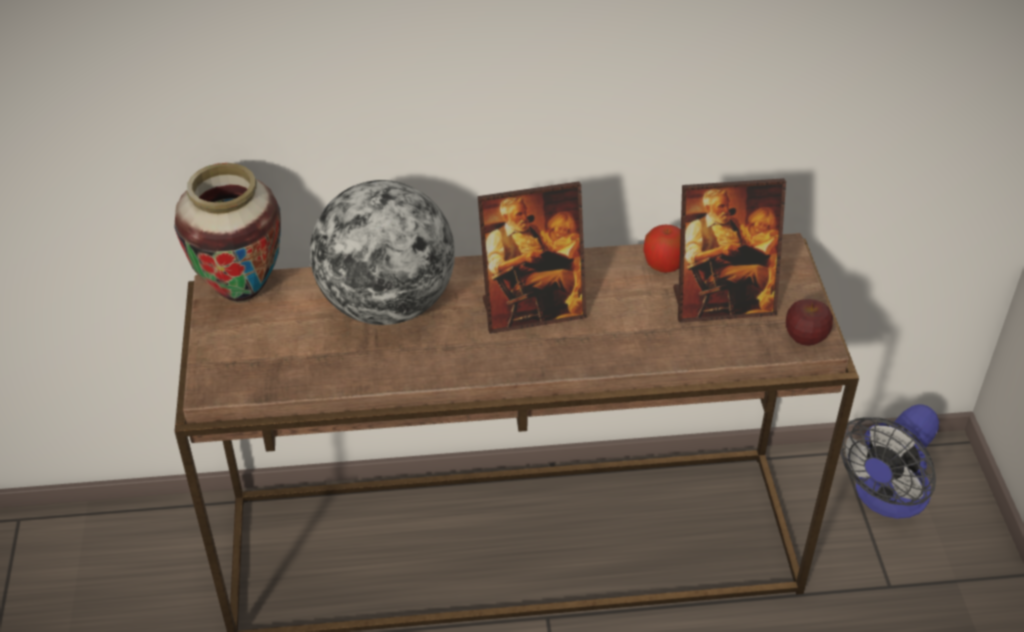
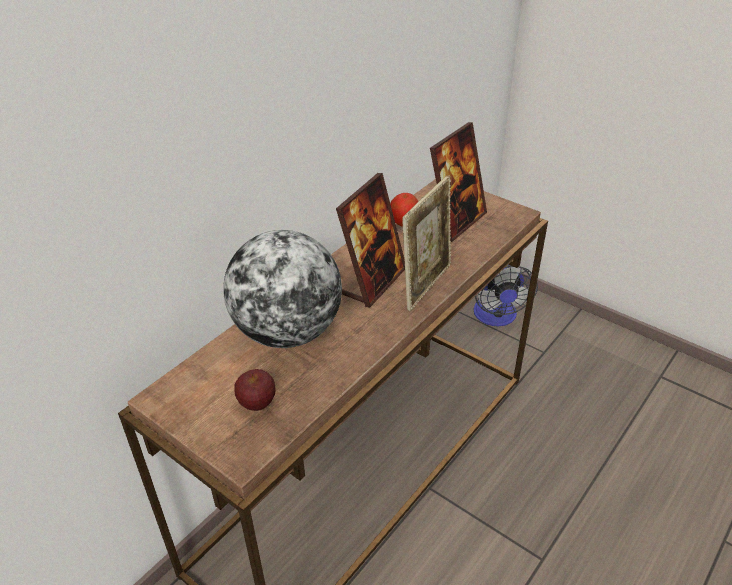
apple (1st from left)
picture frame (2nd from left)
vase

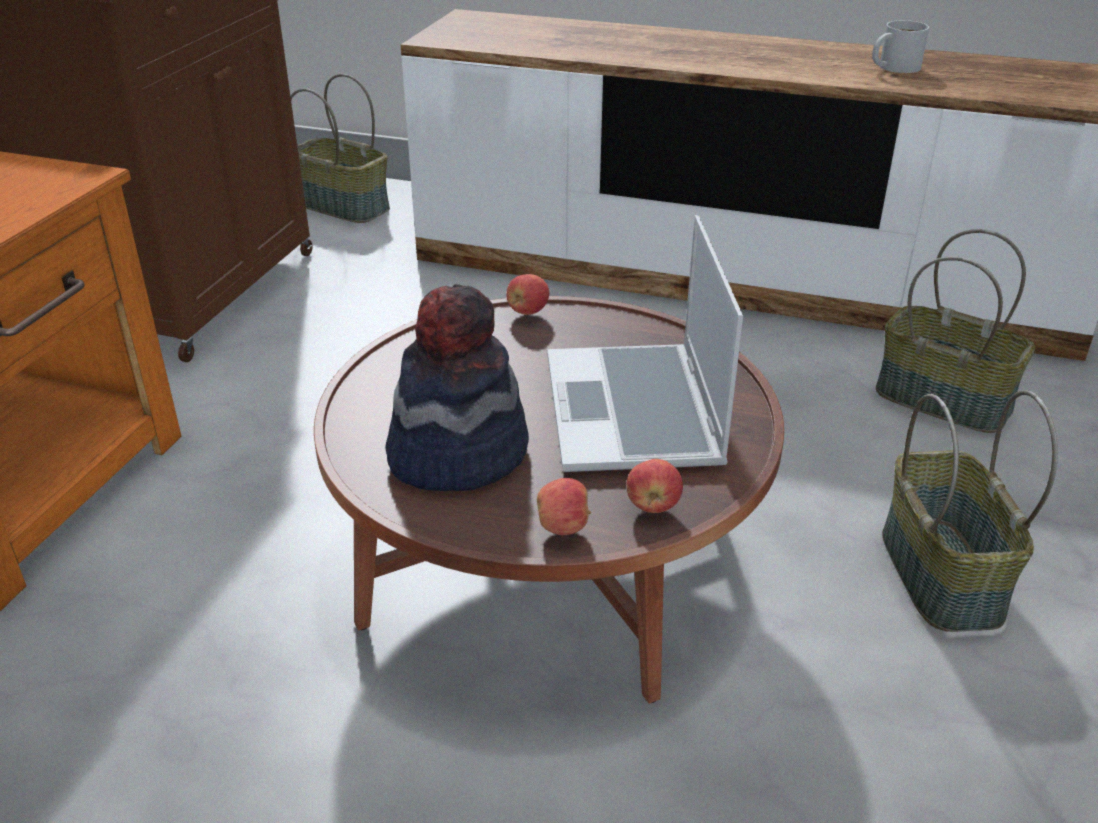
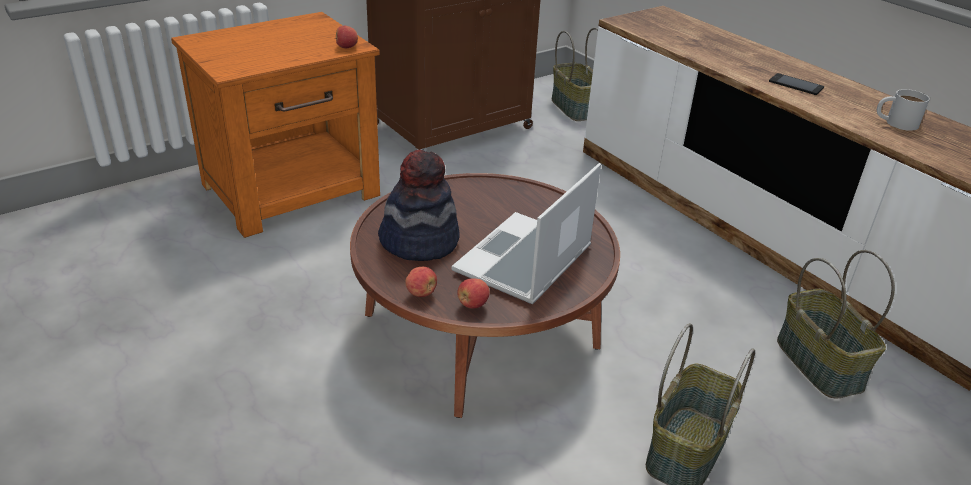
apple (1st from left)
phone

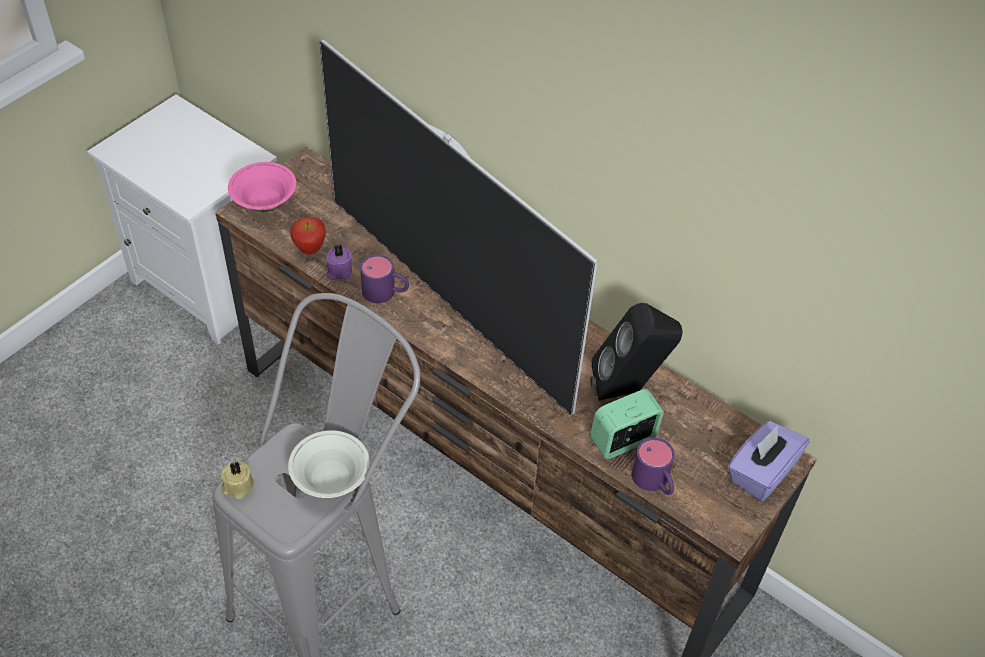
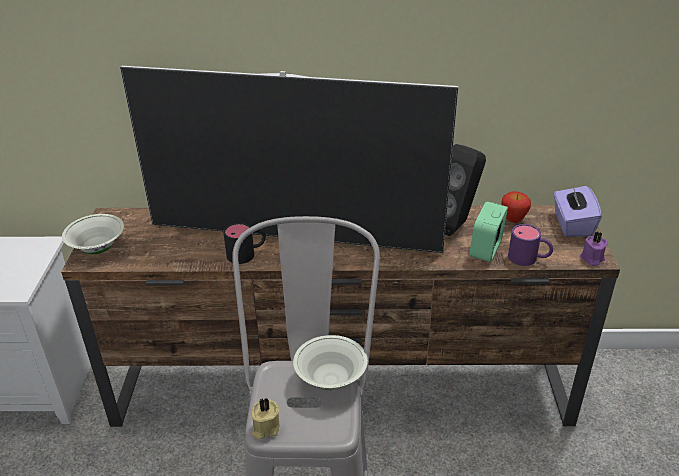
white bowl (1st from left)
black mug
apple
purple candle

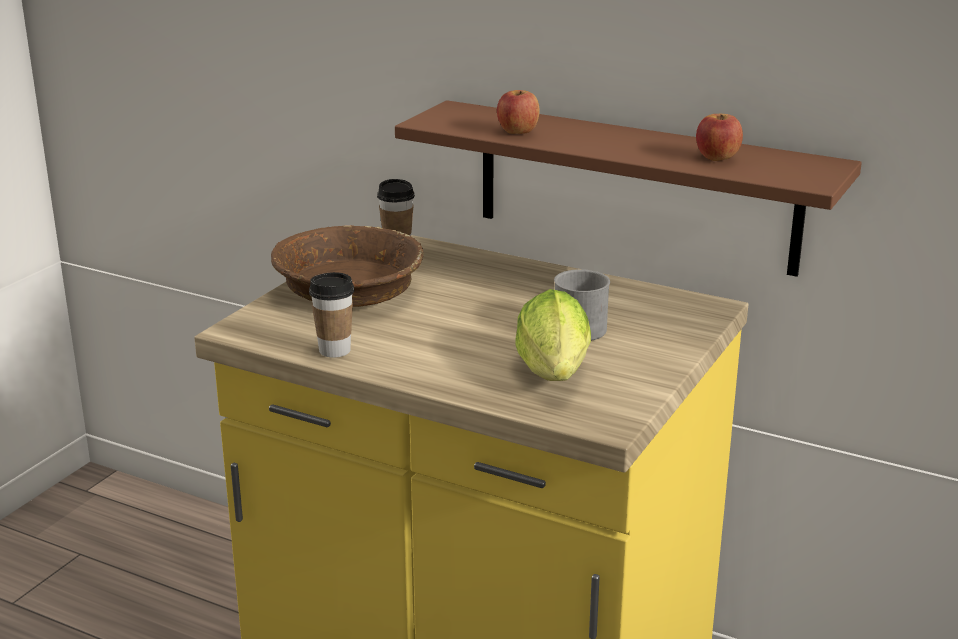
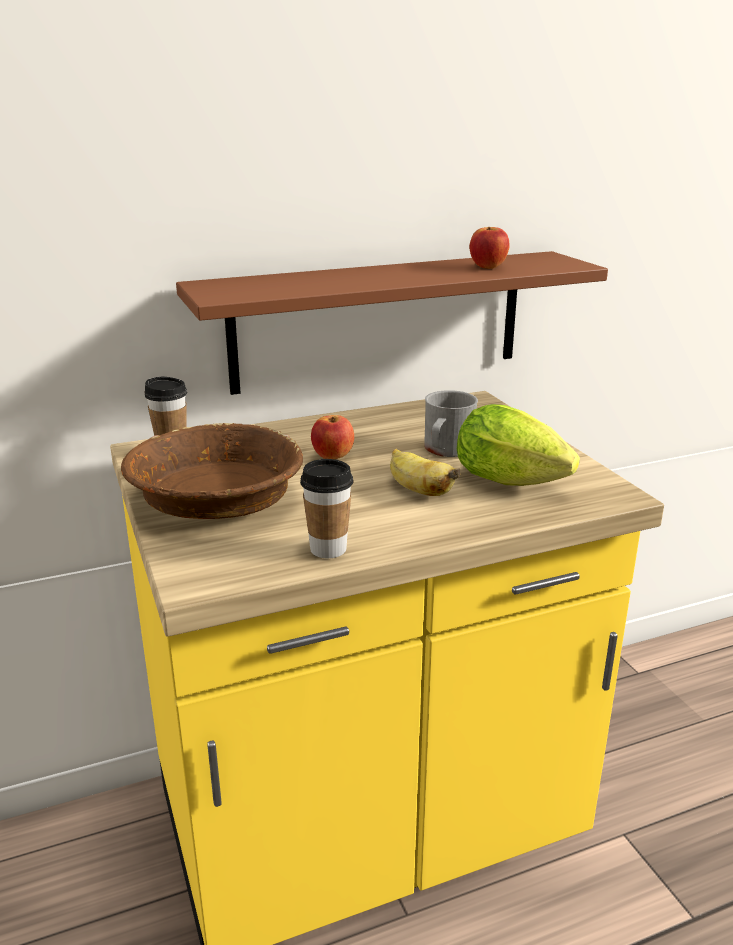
apple (1st from left)
banana

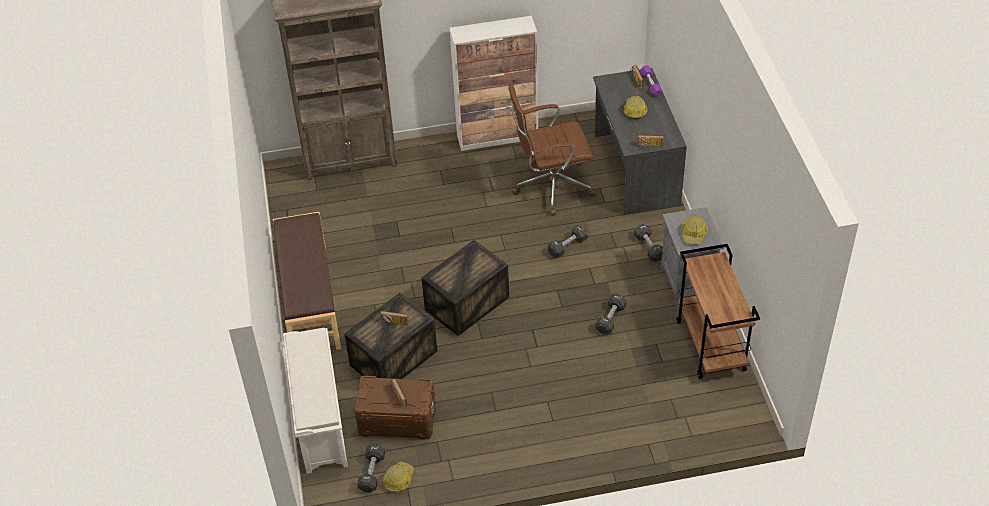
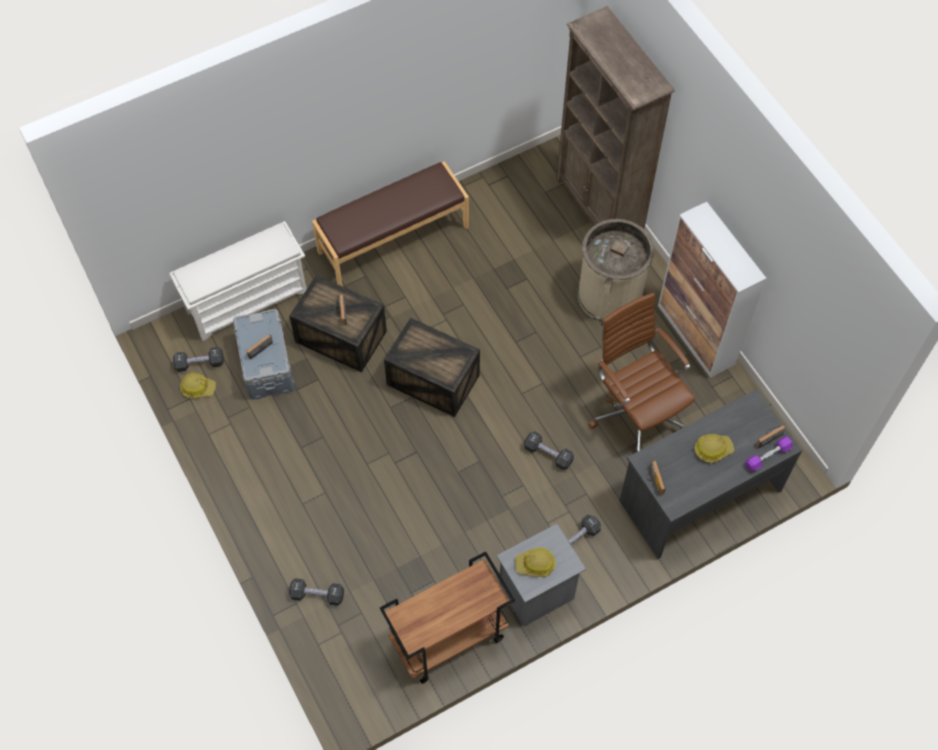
grey storage box
black dumbbell (2nd from left)
beige trash can

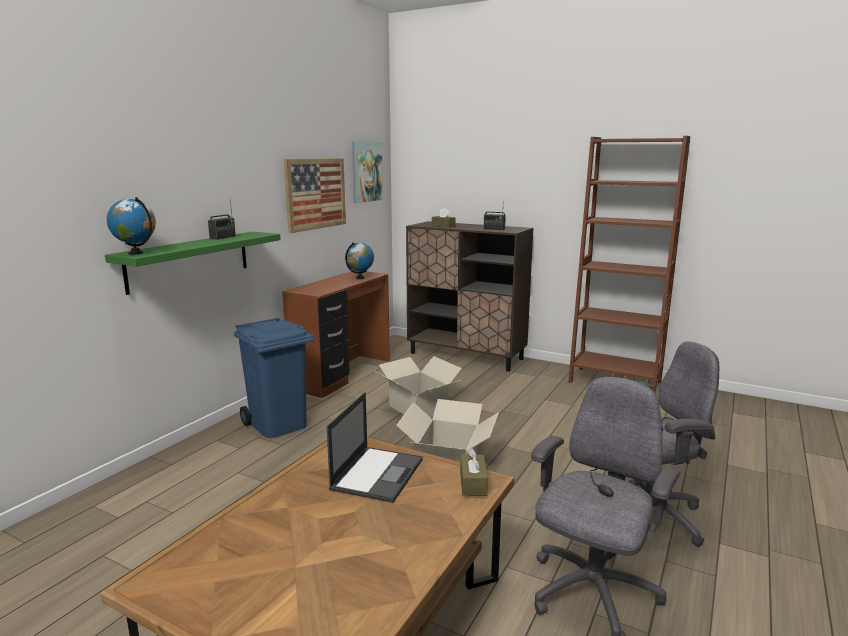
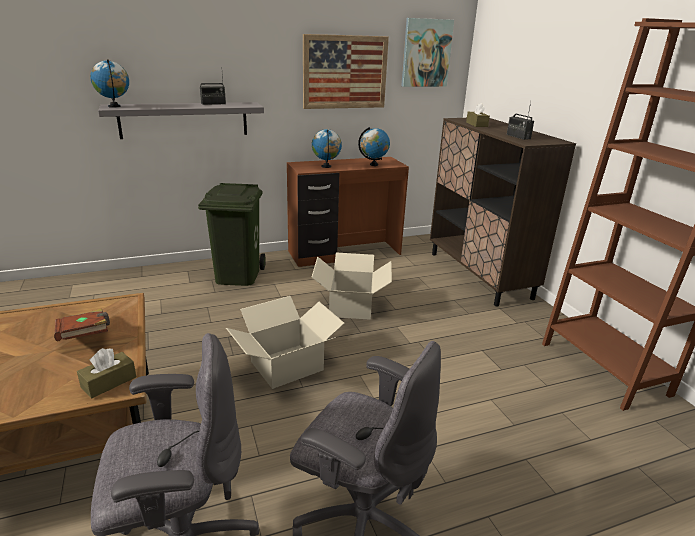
brown book
grey shelf
green trash can
globe (2nd from left)

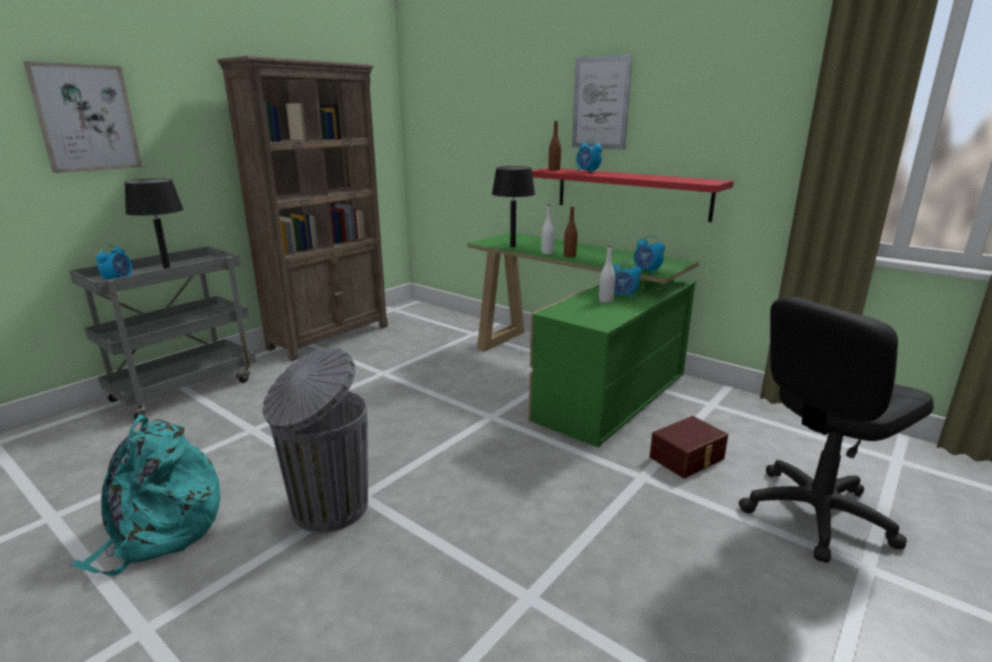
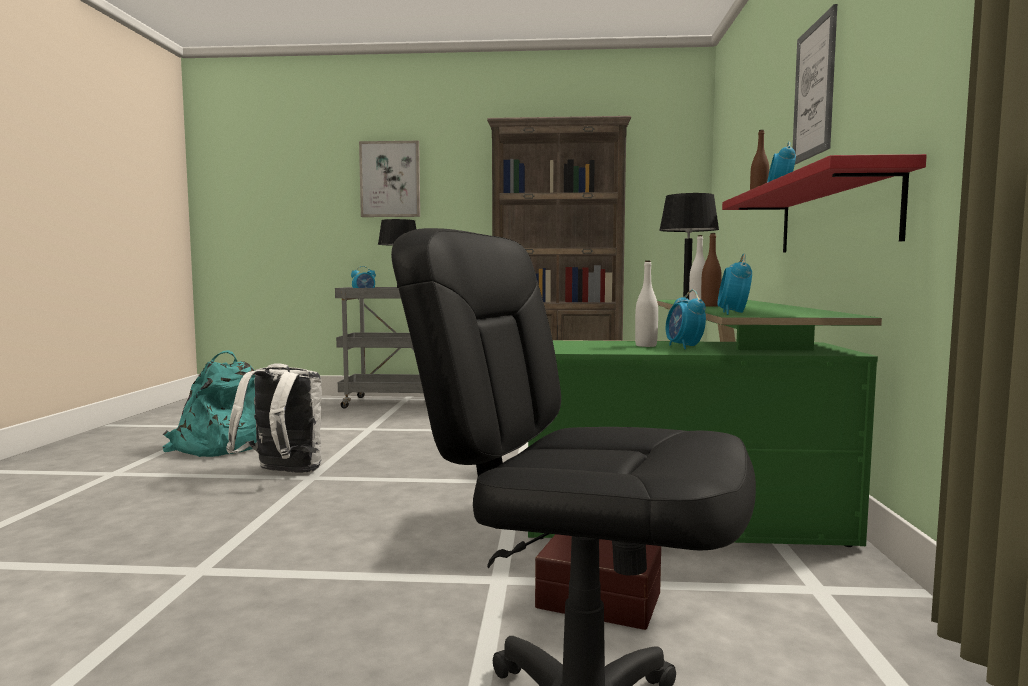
white backpack

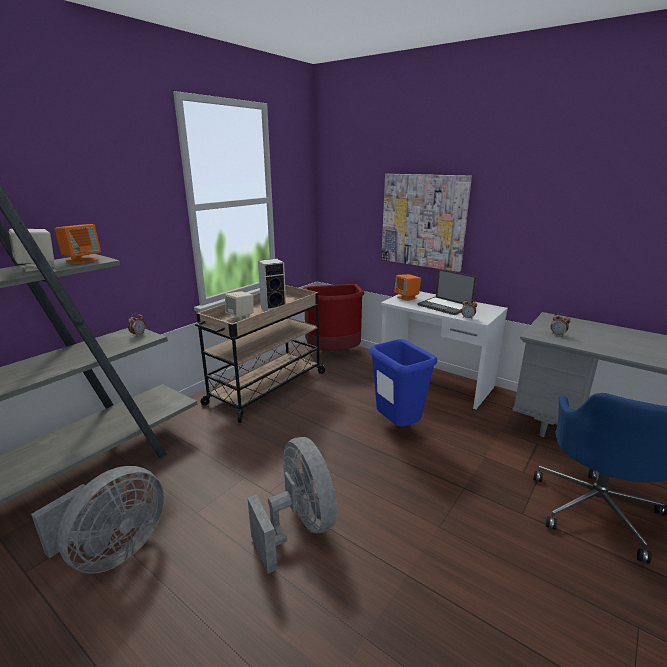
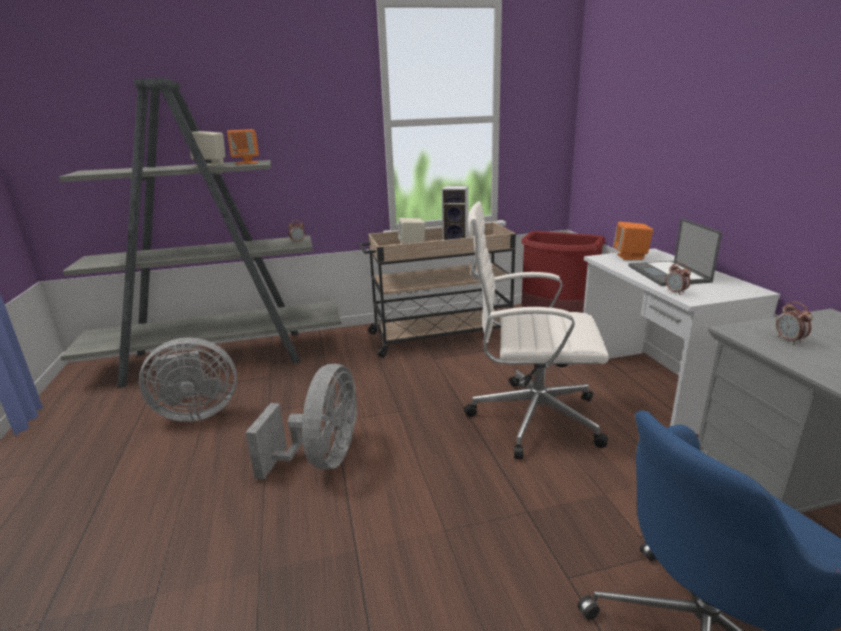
white office chair
picture

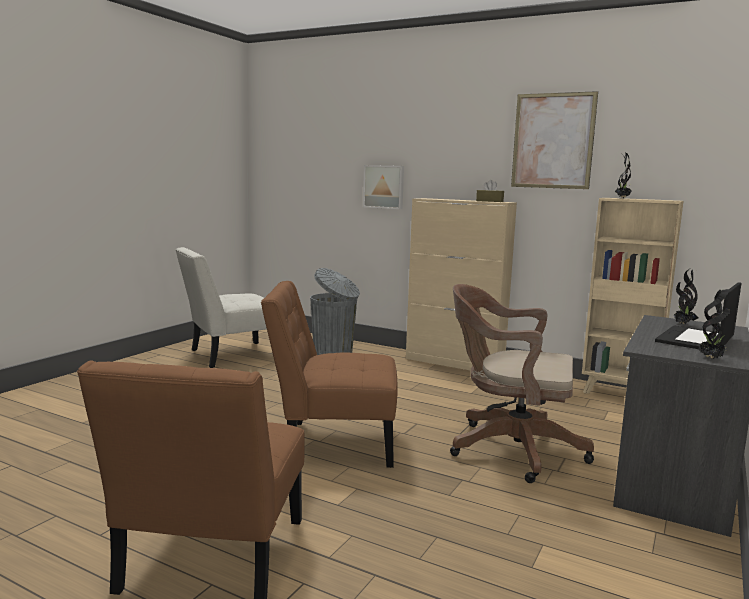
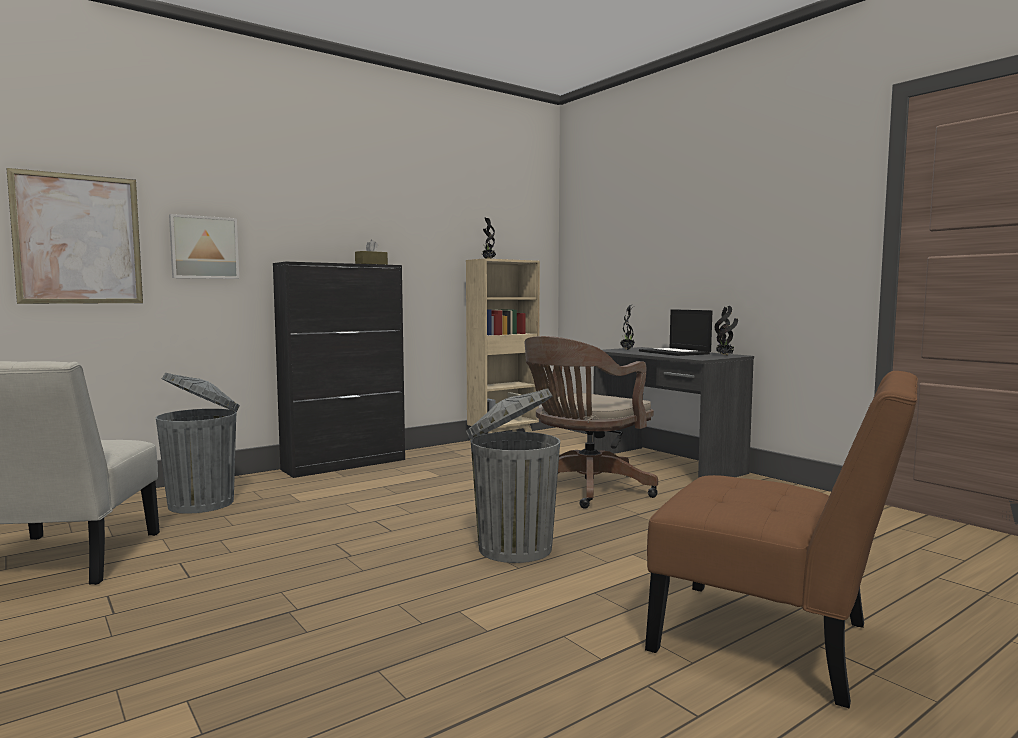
picture (1st from left)
black cabinet
grey trash can (2nd from left)

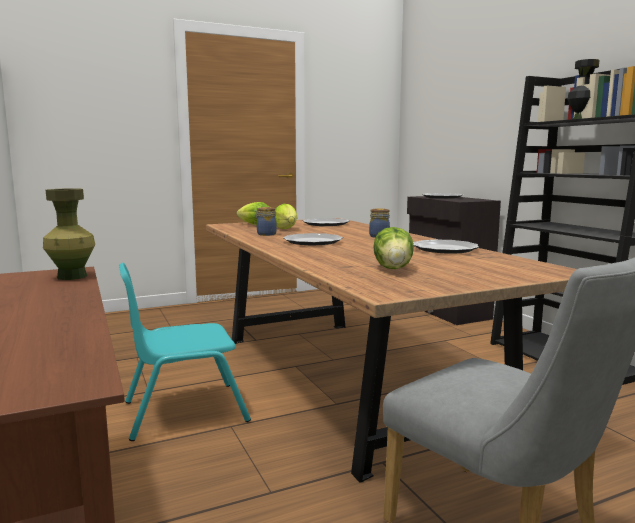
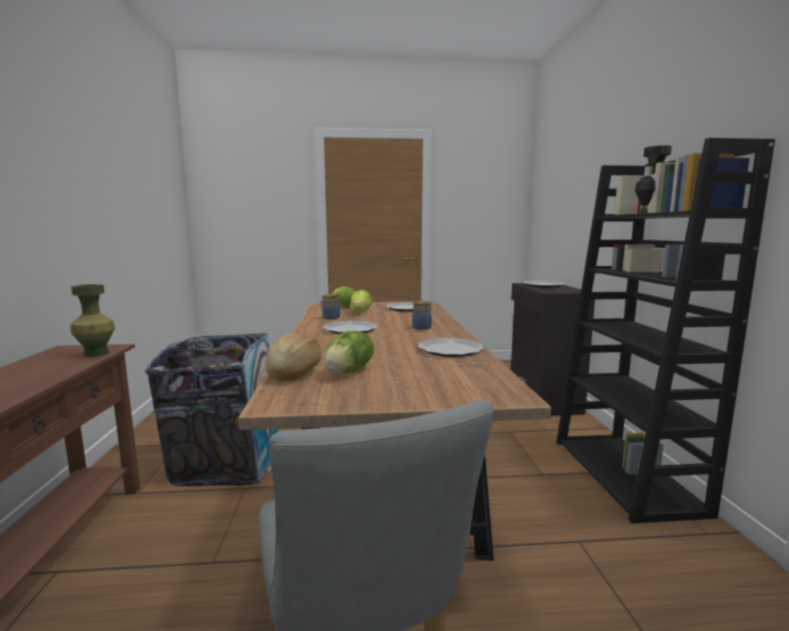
trash can
bread

